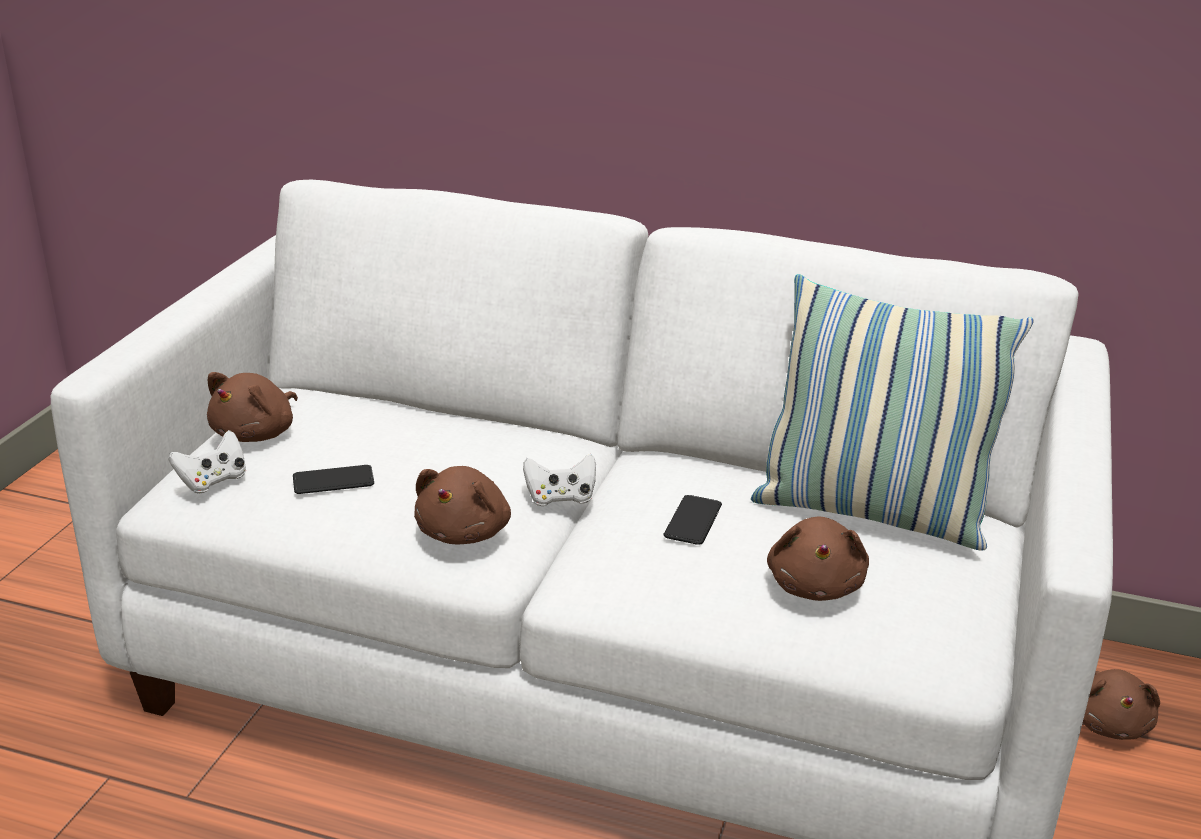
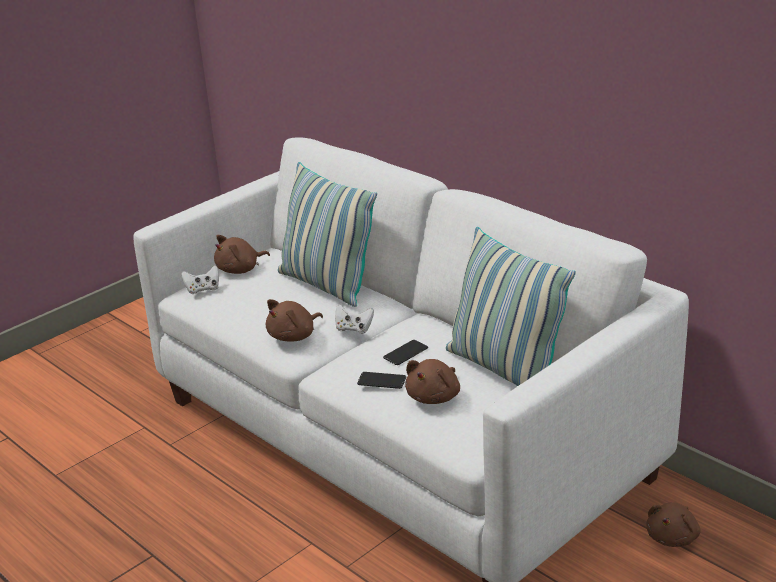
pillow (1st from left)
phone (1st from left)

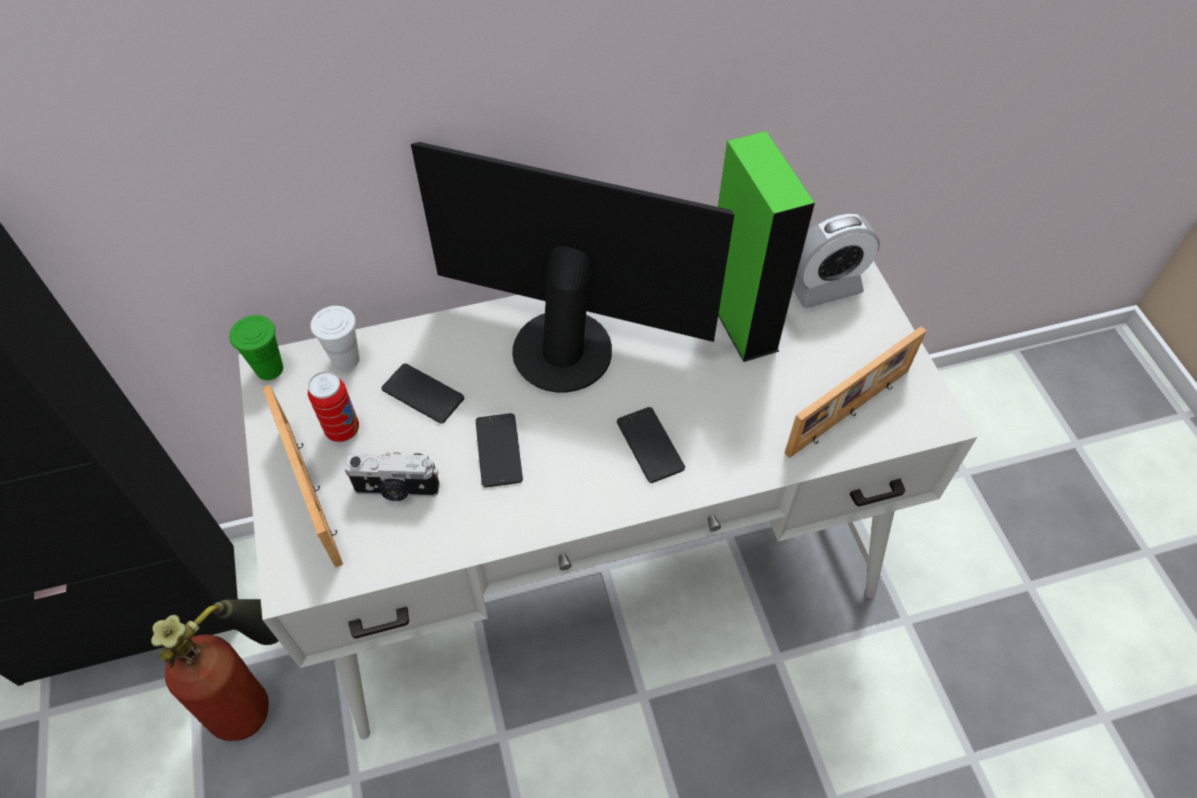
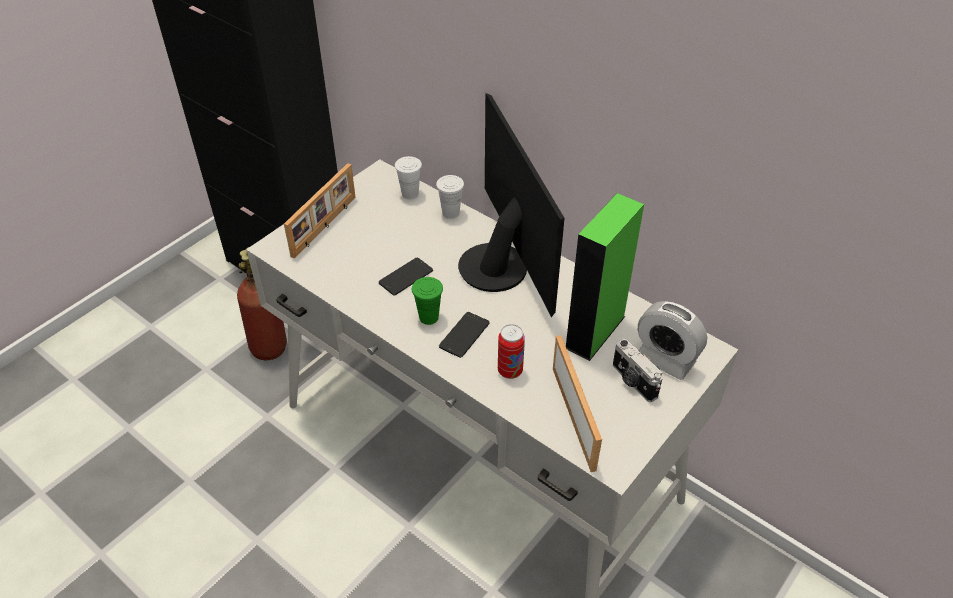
green cup
white cup (2nd from left)
can
picture frame (2nd from left)
photo camera
phone (1st from left in the first image)

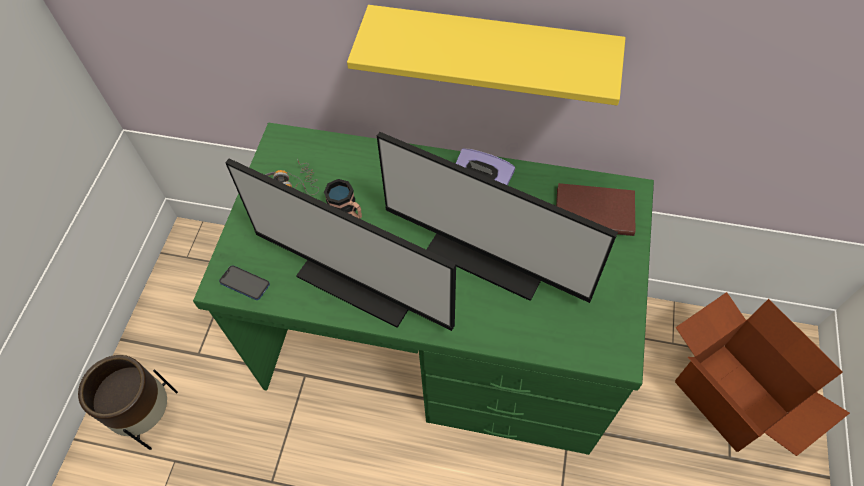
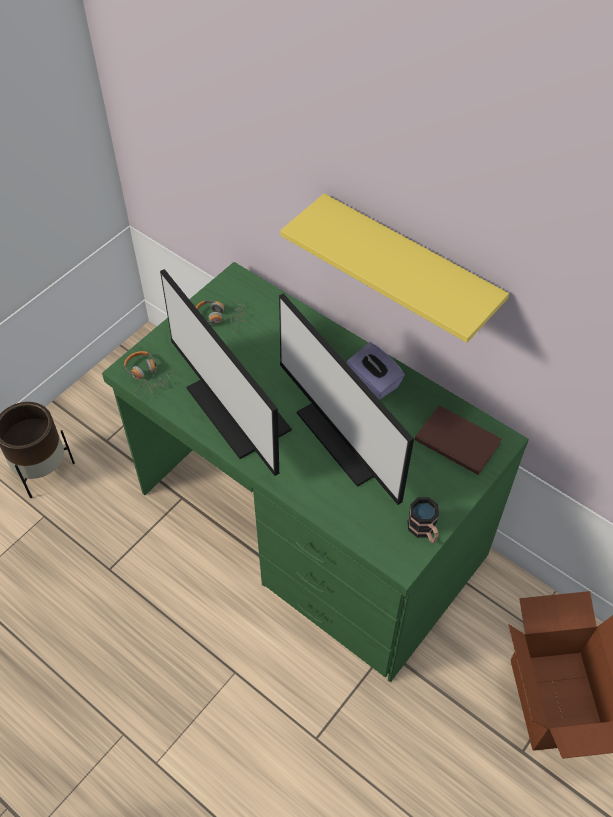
headphones (1st from left)
mug

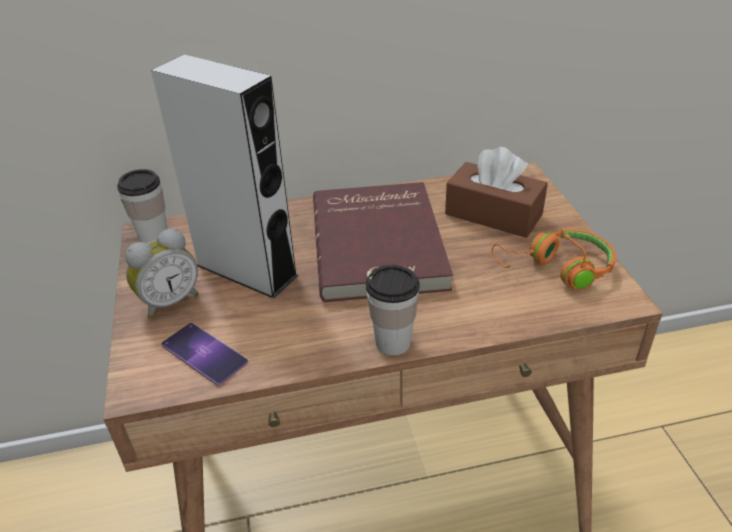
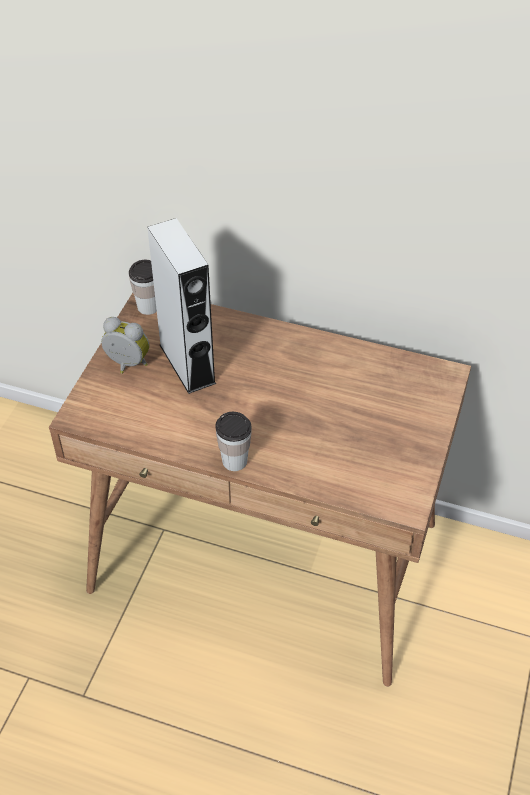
alarm clock
phone
red book
brown tissue box
orange headphones

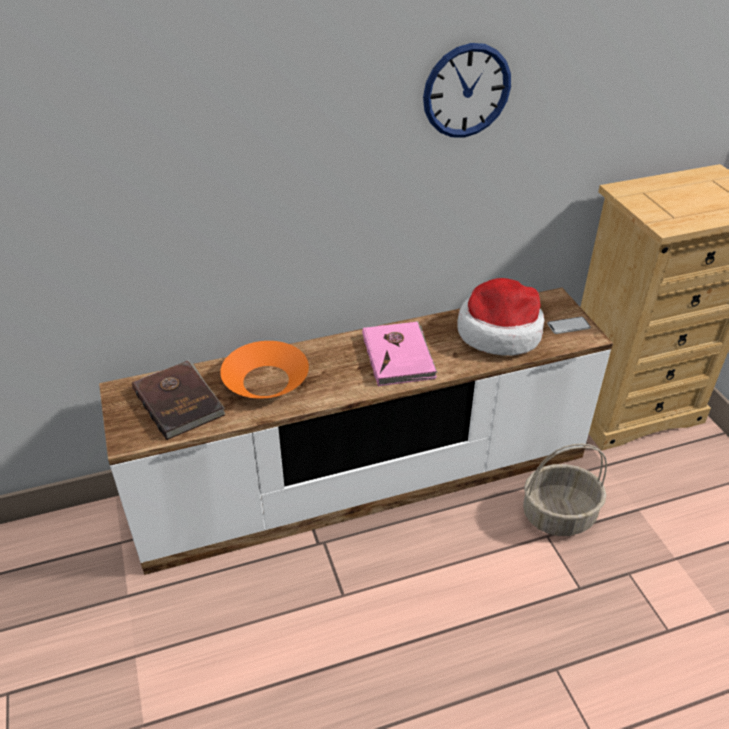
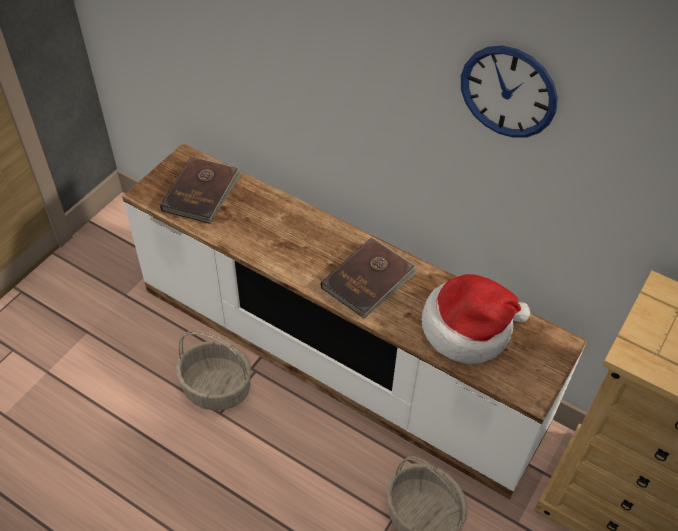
basket (1st from left)
brown book (2nd from left)
orange bowl
phone

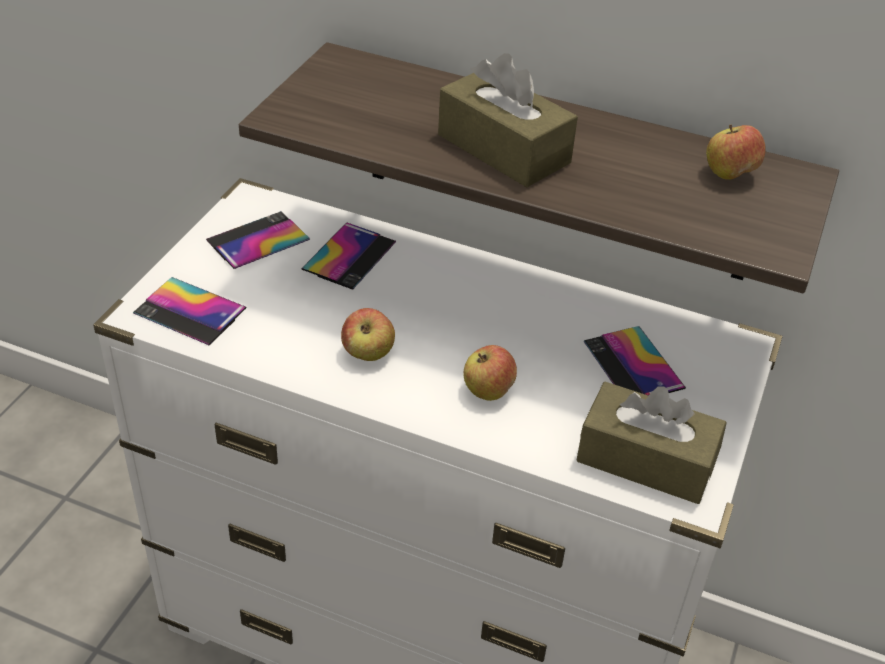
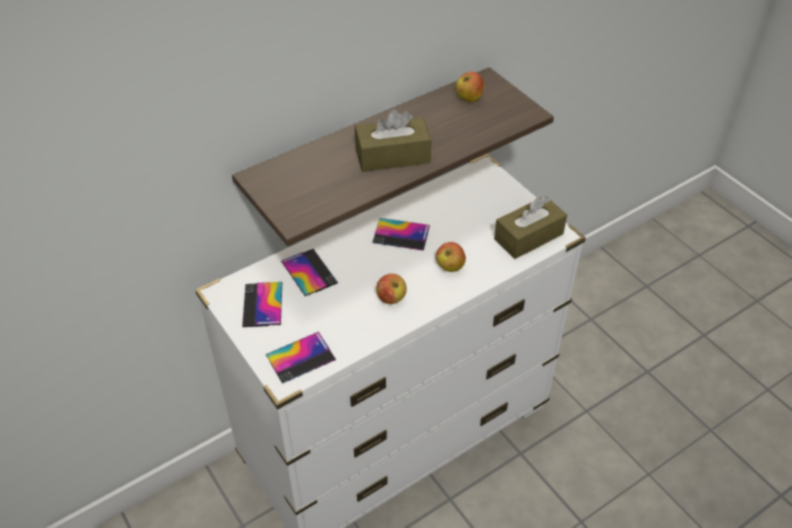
phone (4th from left)

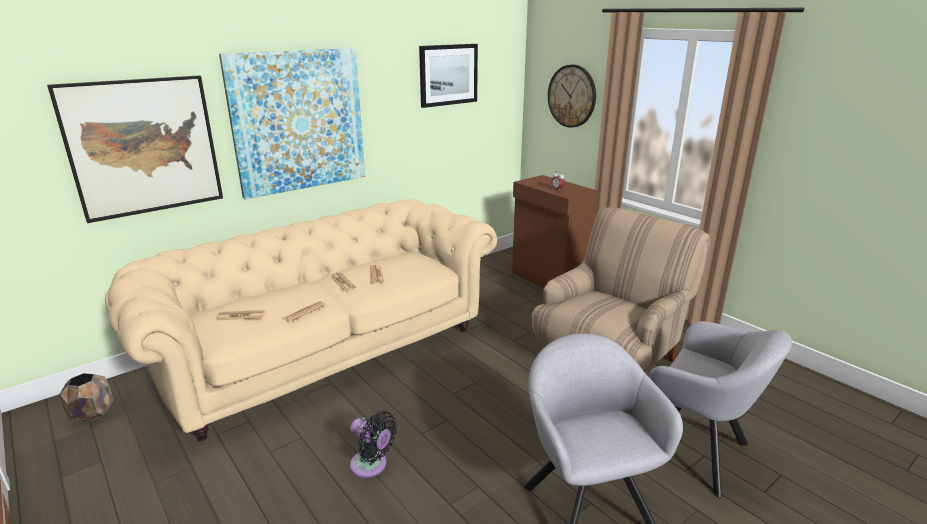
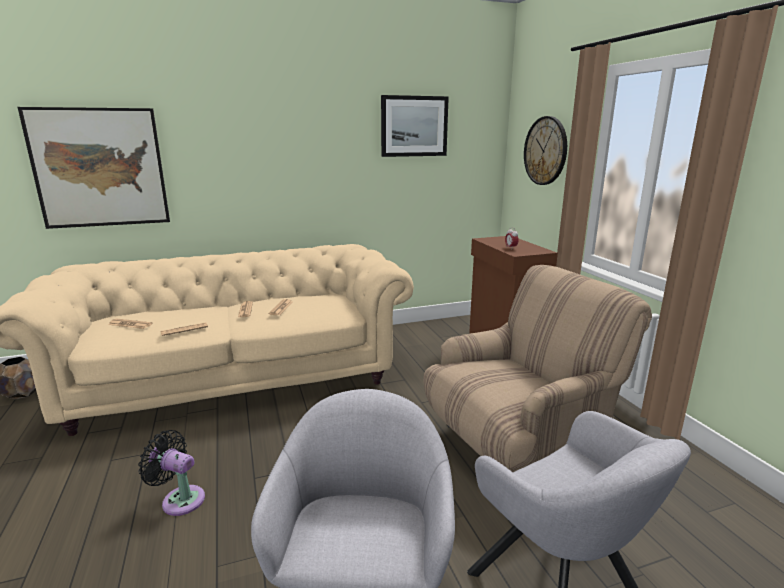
black fan
picture (2nd from left in the first image)

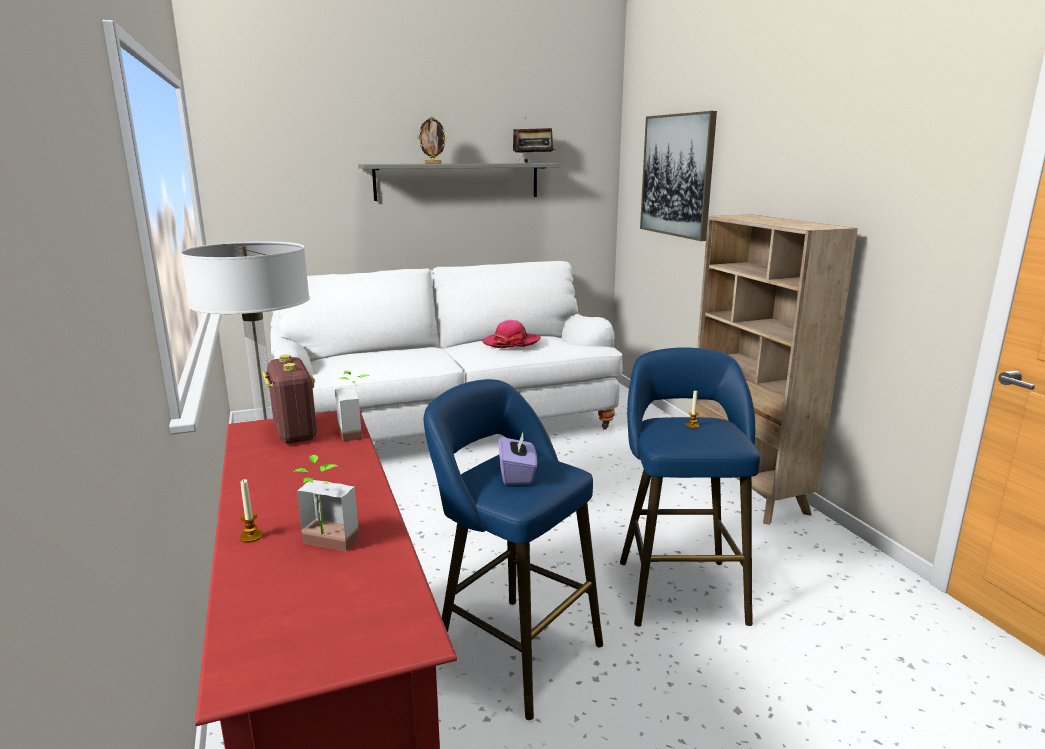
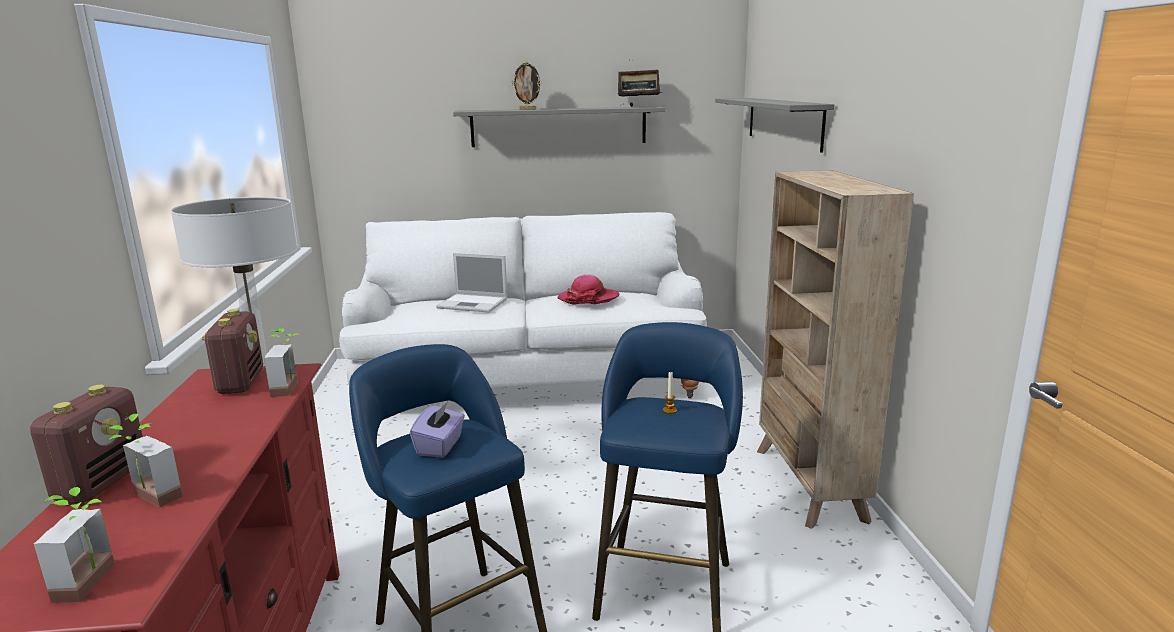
radio (1st from left)
potted plant (1st from left)
laptop
grey shelf (2nd from left)

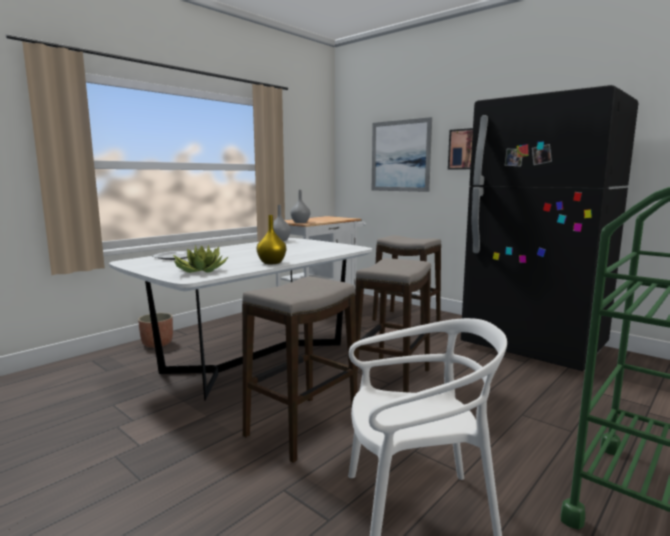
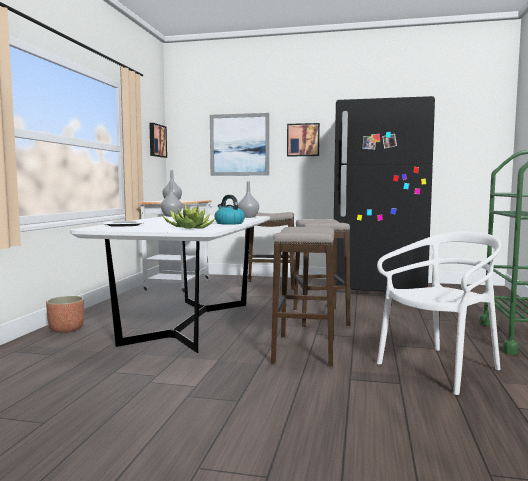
picture (1st from left)
kettle
grey vase (3rd from left)

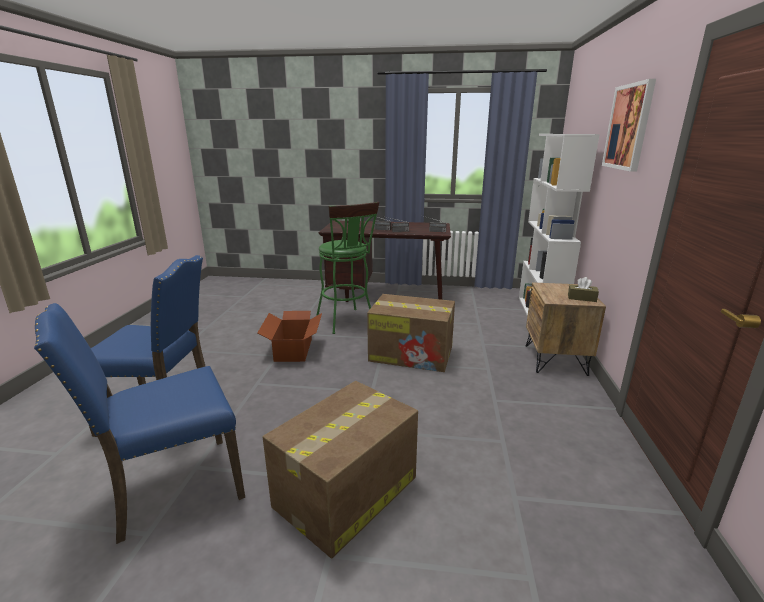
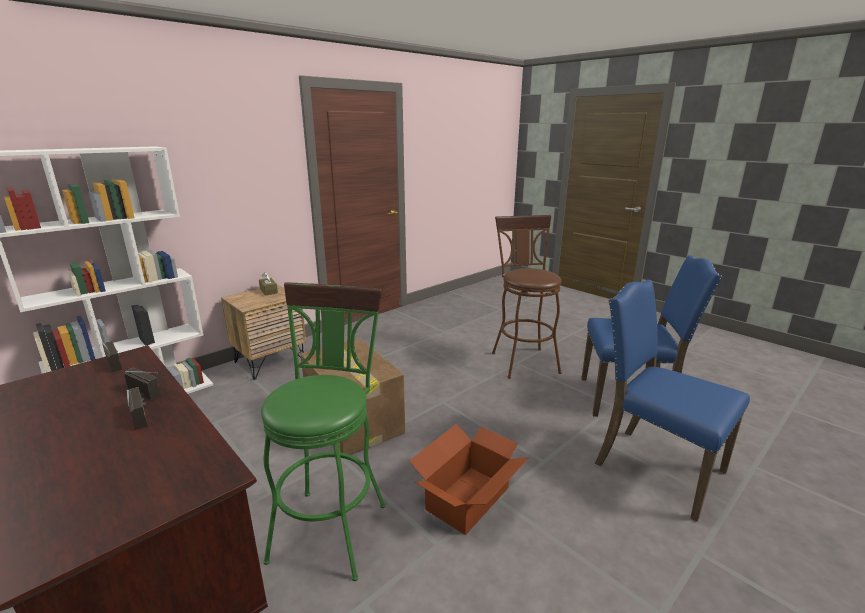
brown stool
picture

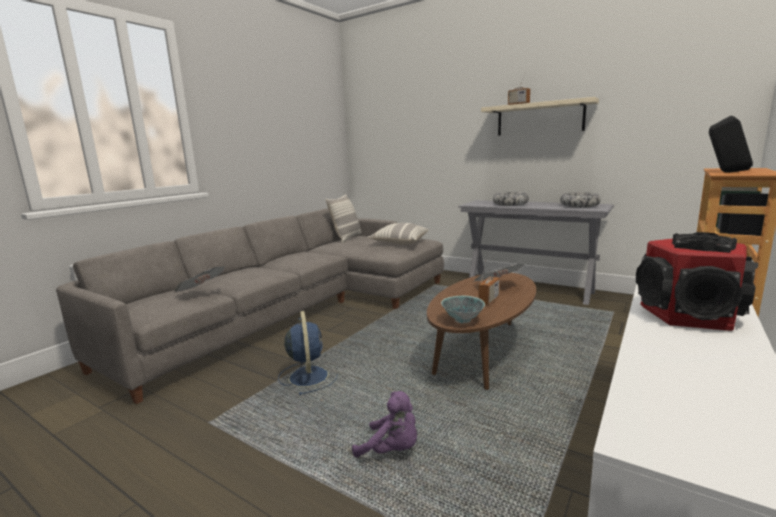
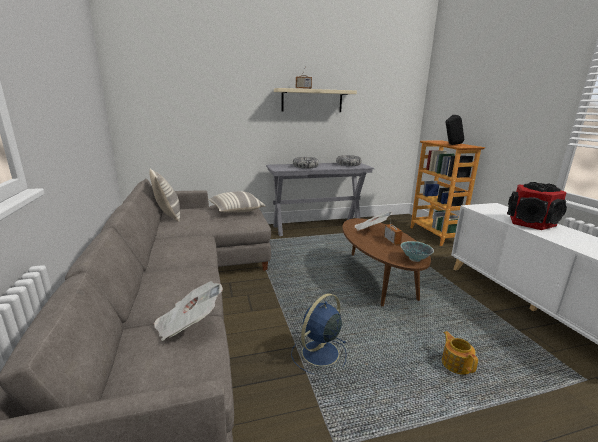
blue fan
teapot

